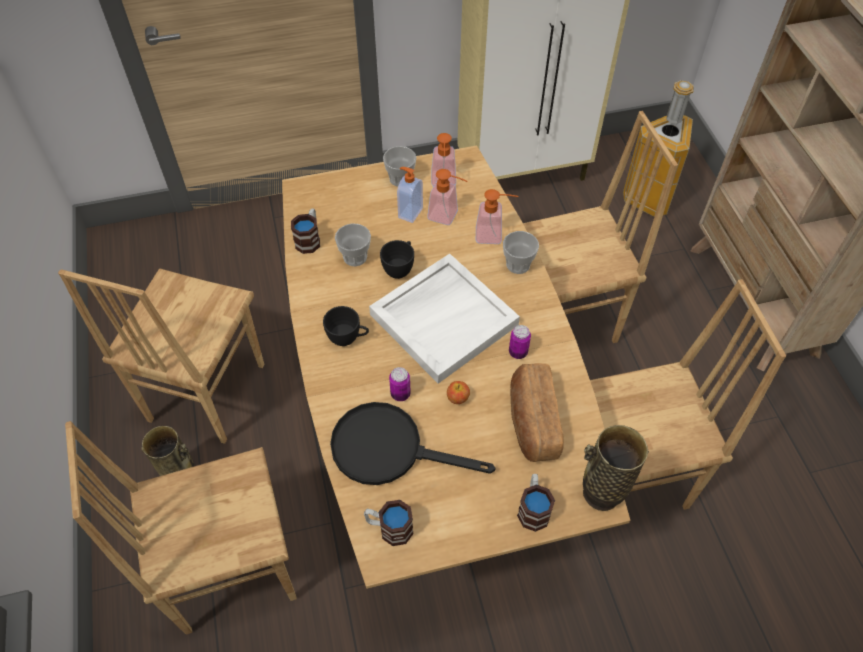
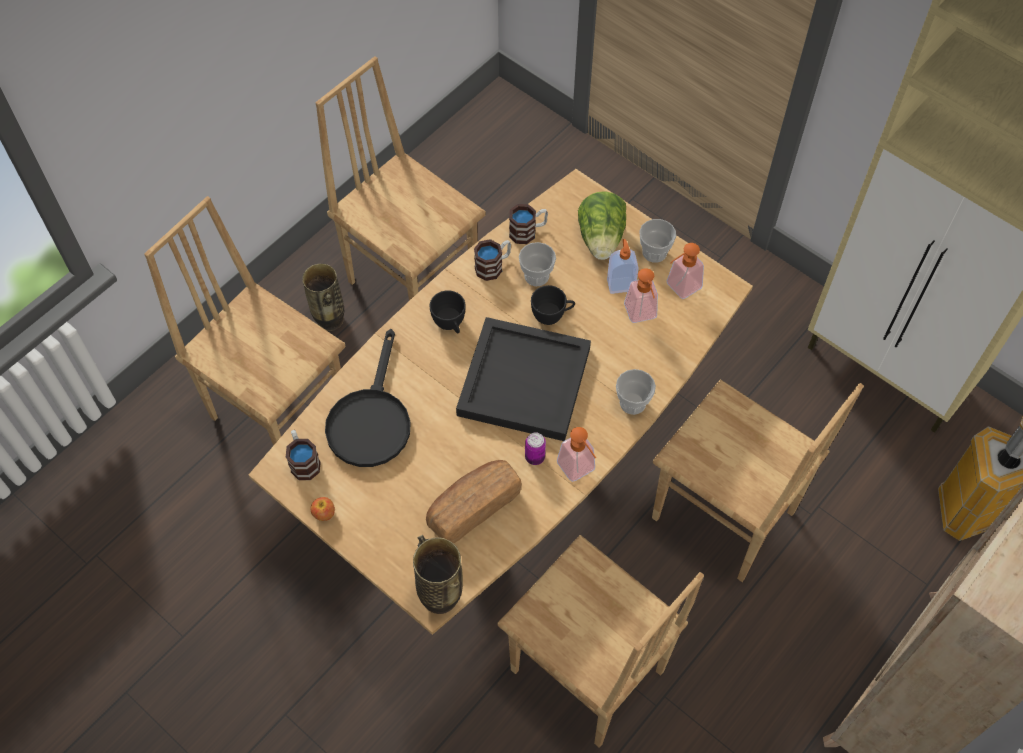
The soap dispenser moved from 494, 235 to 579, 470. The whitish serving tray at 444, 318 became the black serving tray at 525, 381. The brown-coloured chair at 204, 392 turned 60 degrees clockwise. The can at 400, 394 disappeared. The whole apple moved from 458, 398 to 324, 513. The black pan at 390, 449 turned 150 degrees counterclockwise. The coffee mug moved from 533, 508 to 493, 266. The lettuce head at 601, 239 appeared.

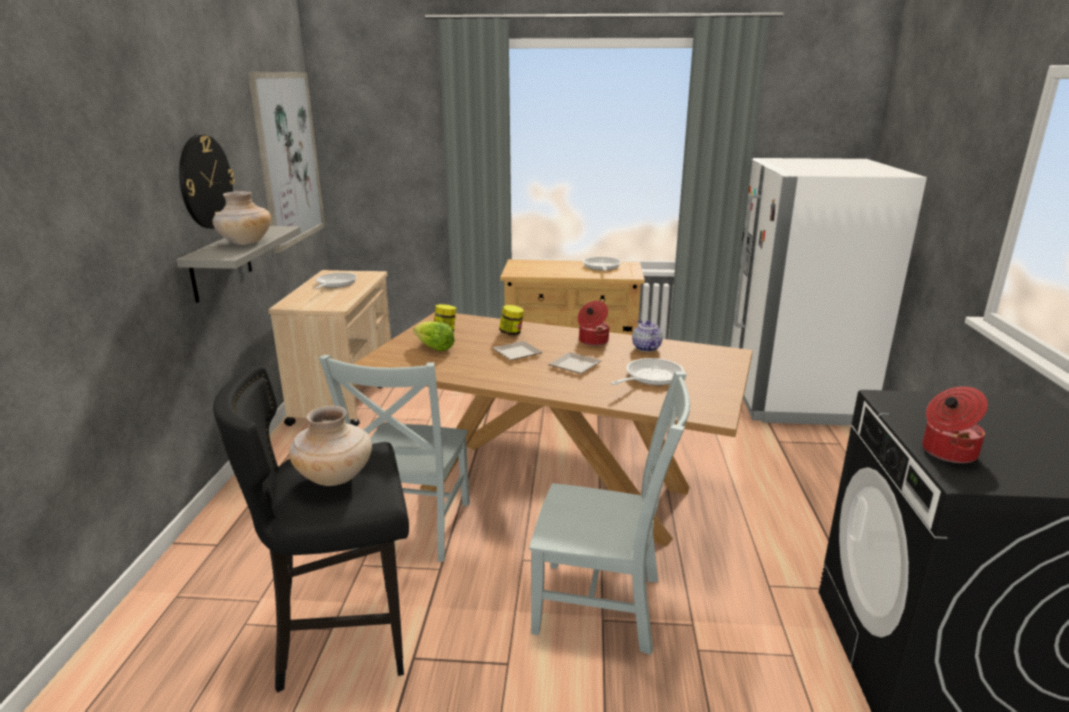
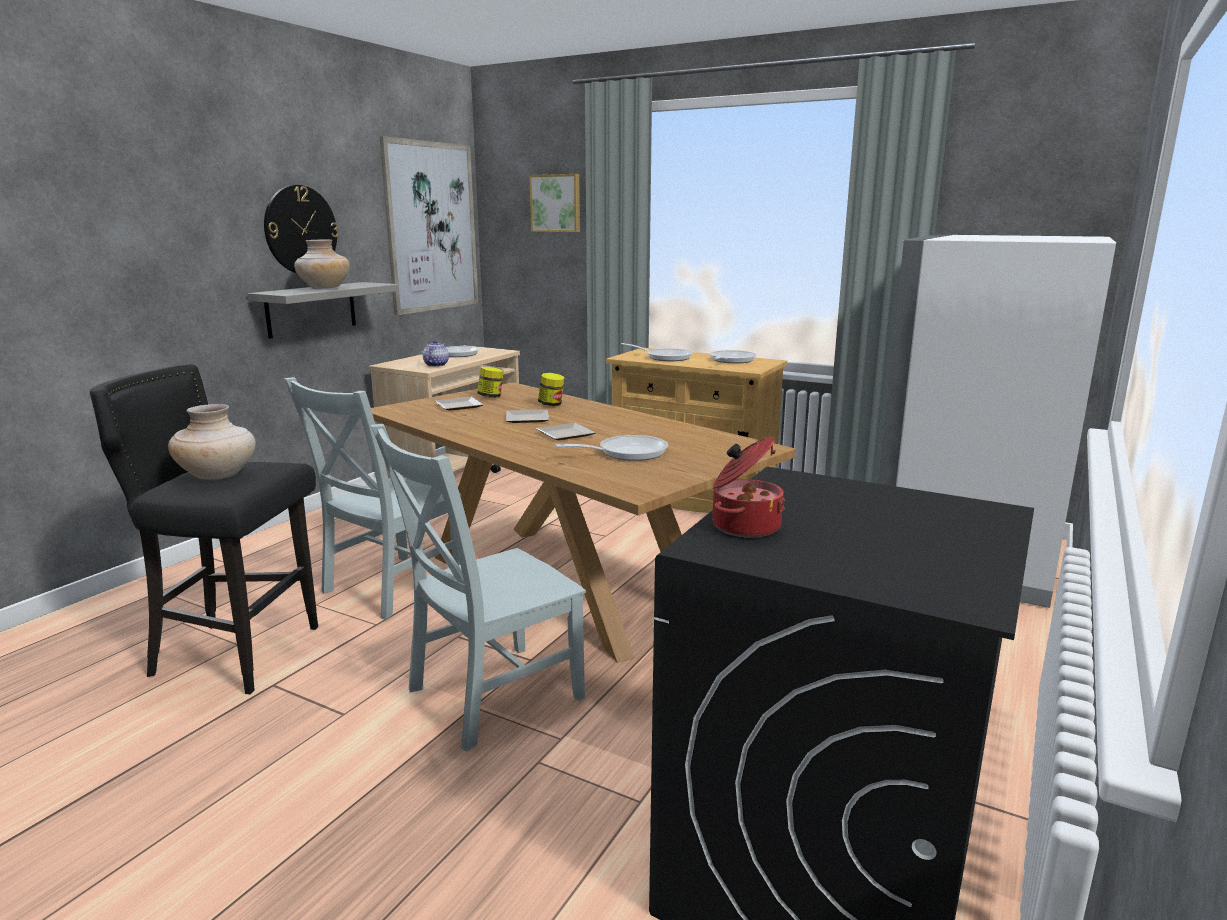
The stockpot at 592, 341 disappeared. The tea pot moved from 646, 348 to 436, 365. The lettuce head at 435, 348 was replaced by the flat dish at 458, 406. The grey chair at 604, 606 turned 105 degrees clockwise. The picture at 556, 203 appeared. The pan at 665, 357 appeared.

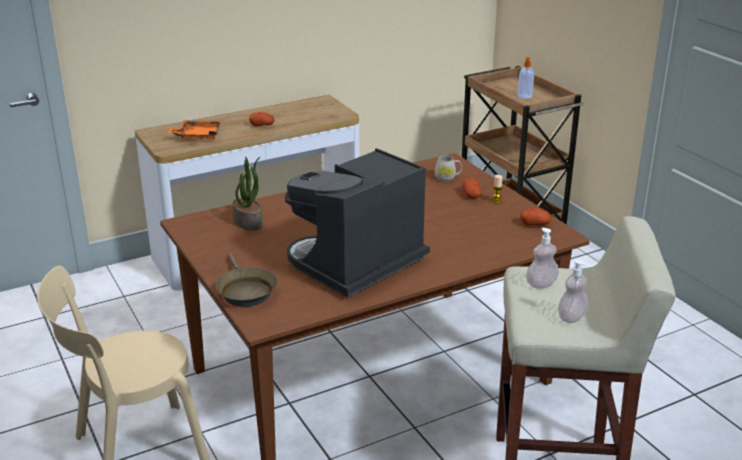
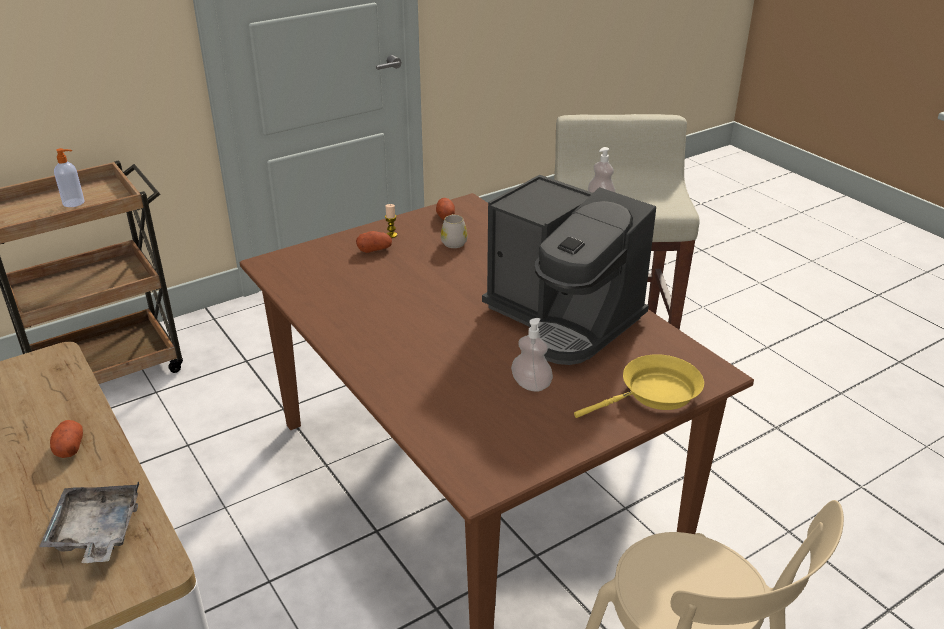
The orange-coloured serving tray at 197, 136 became the grey serving tray at 96, 532. The whitish coffee mug moved from 447, 178 to 453, 241. The houseplant at 249, 222 disappeared. The brown-coloured pan at 245, 291 became the yellow pan at 654, 394. The soap dispenser moved from 571, 317 to 531, 385.

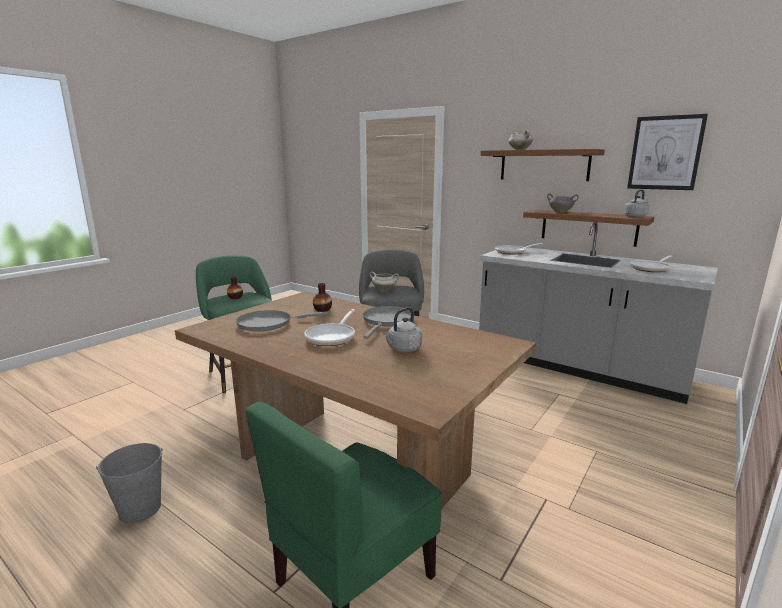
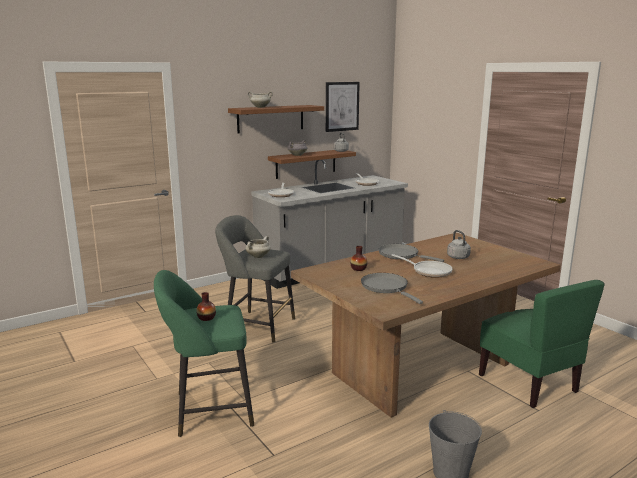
The grey pan at 268, 323 turned 150 degrees clockwise.

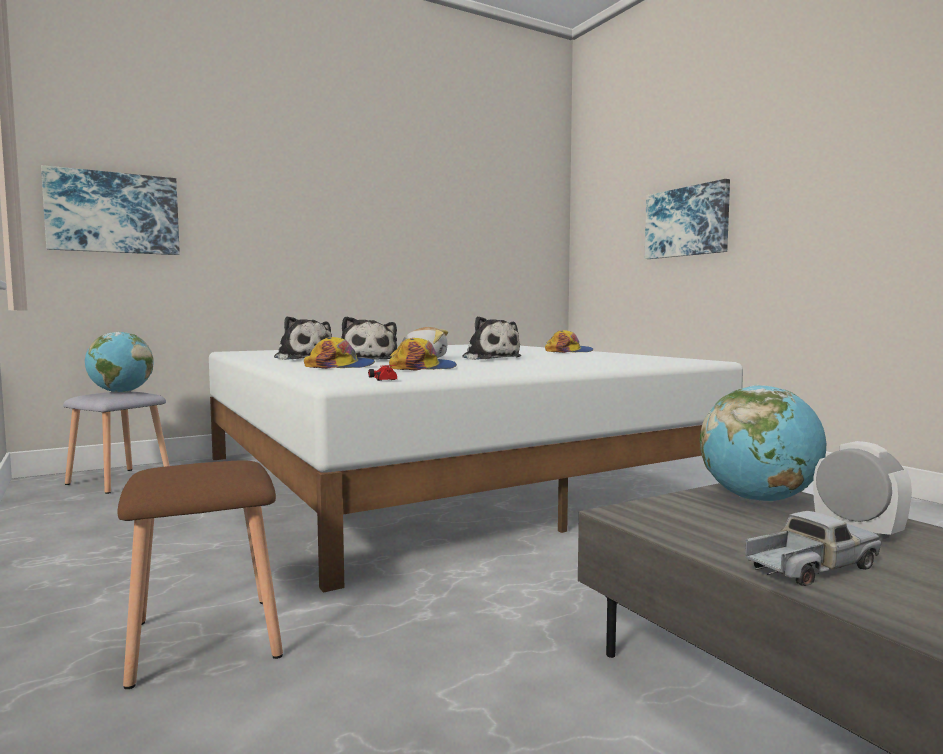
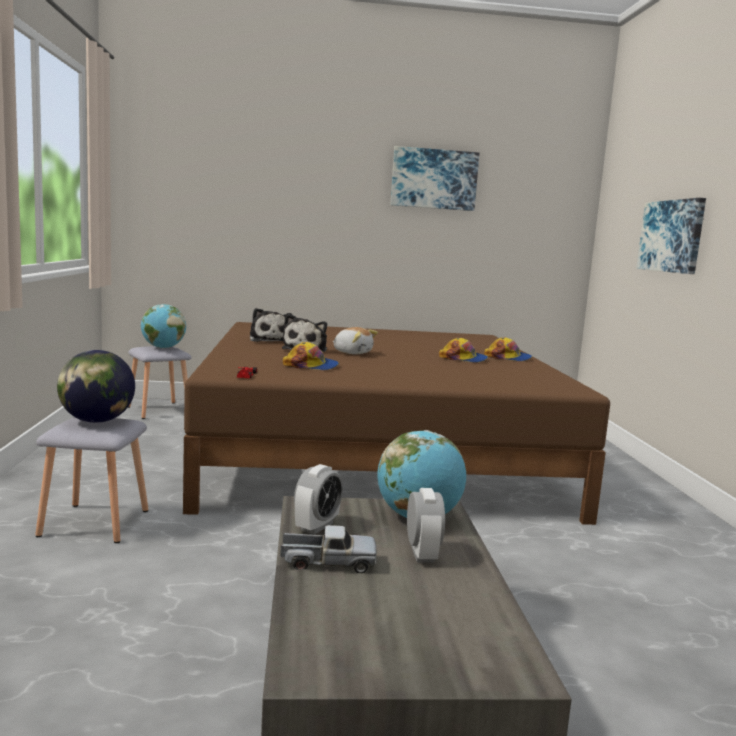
The picture moved from 113, 213 to 434, 179. The cuddly toy at 489, 358 disappeared. The peaked cap moved from 341, 366 to 464, 359. The whitish bedroom bed at 446, 476 became the brown-coloured bedroom bed at 375, 451. The brown-coloured sitting stool at 203, 638 became the grey sitting stool at 94, 522. The globe at 96, 421 appeared. The table clock at 317, 526 appeared.

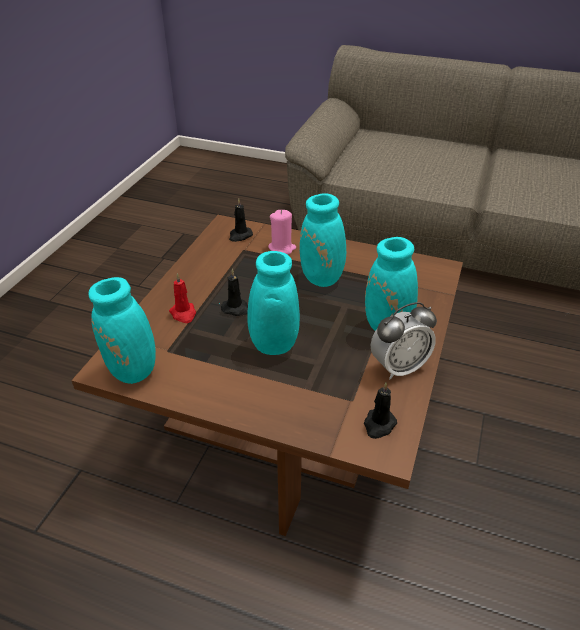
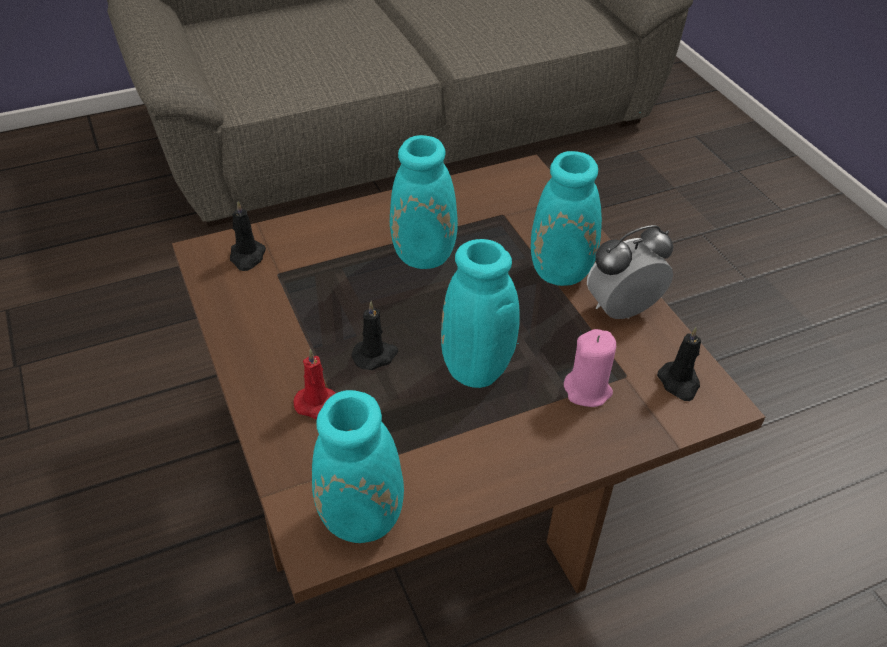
The pink wax light moved from 282, 248 to 588, 390. The table clock at 398, 367 turned 135 degrees counterclockwise.

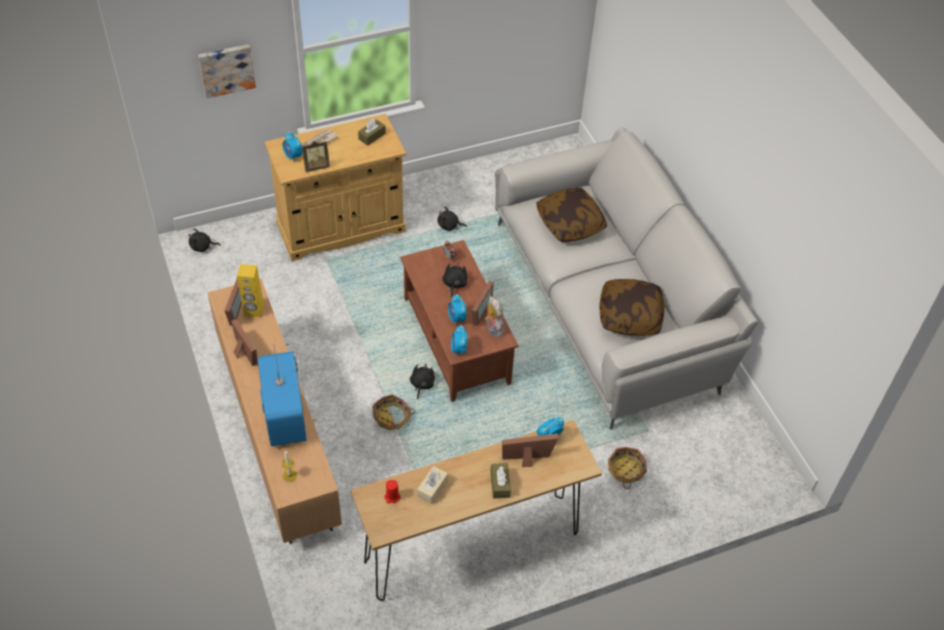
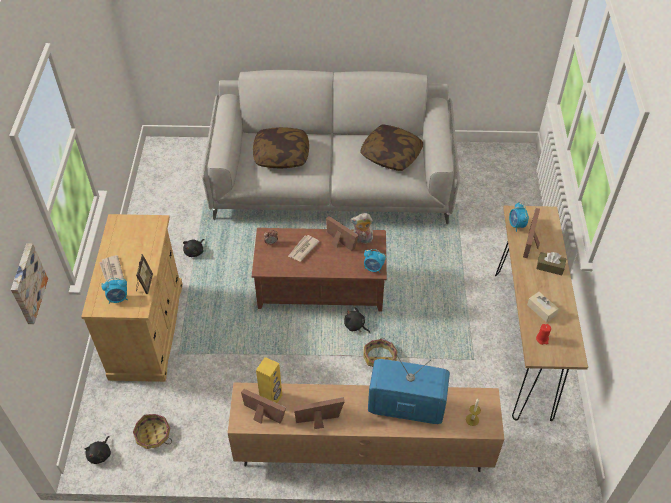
The brown-coloured tissue holder at 372, 136 disappeared. The black cuddly toy at 454, 284 was replaced by the newspaper at 303, 249. The table clock at 456, 318 disappeared. The storage basket moved from 625, 470 to 153, 435.

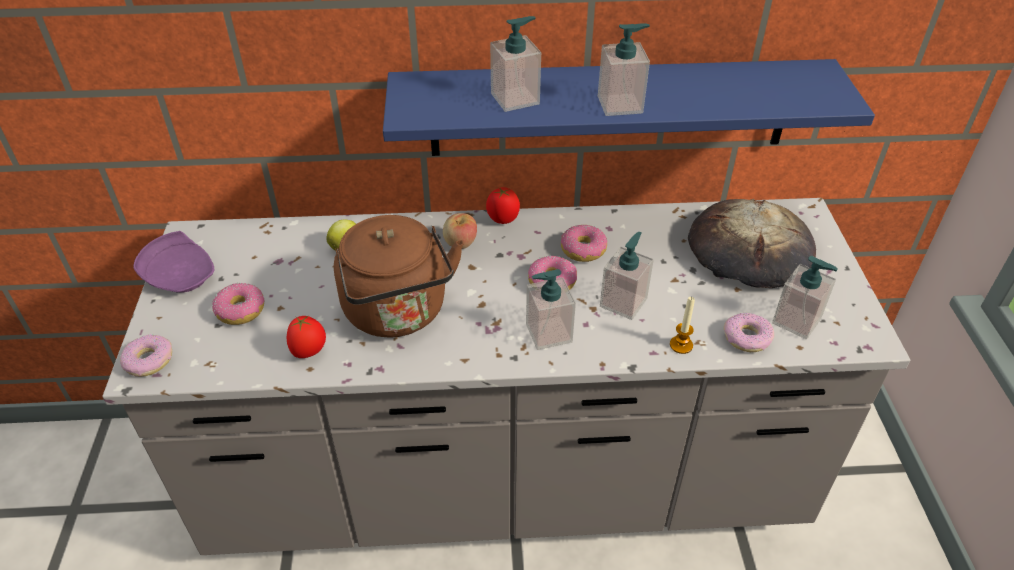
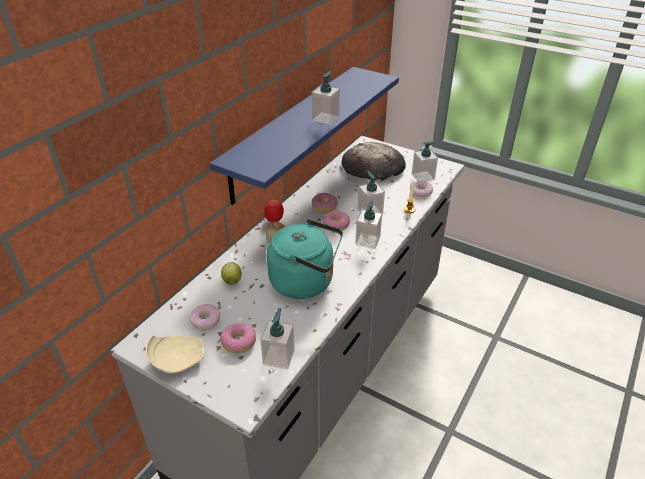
The soap dispenser moved from 515, 99 to 279, 357. The brown-coloured tea kettle at 398, 313 became the turquoise tea kettle at 306, 282. The purple flat dish at 182, 275 became the beige-coloured flat dish at 176, 359. The tomato at 309, 352 disappeared. The ring doughnut moved from 148, 361 to 205, 320.

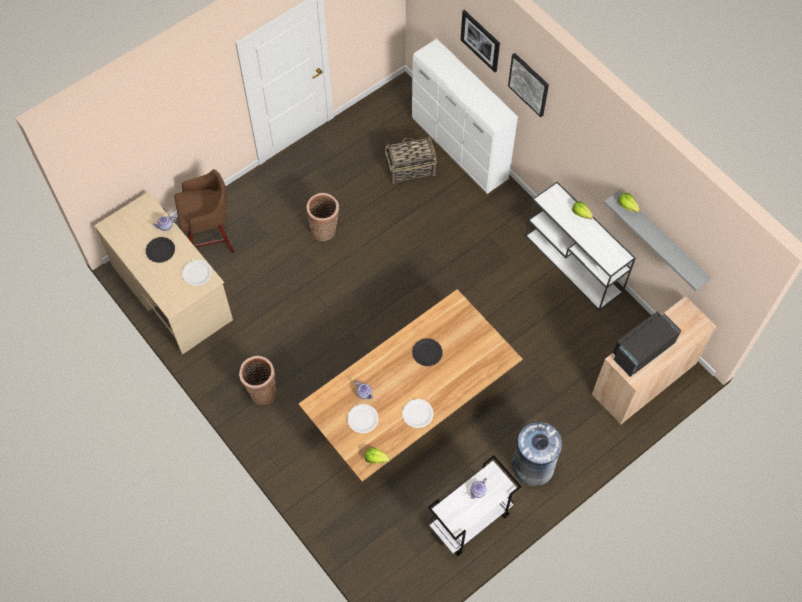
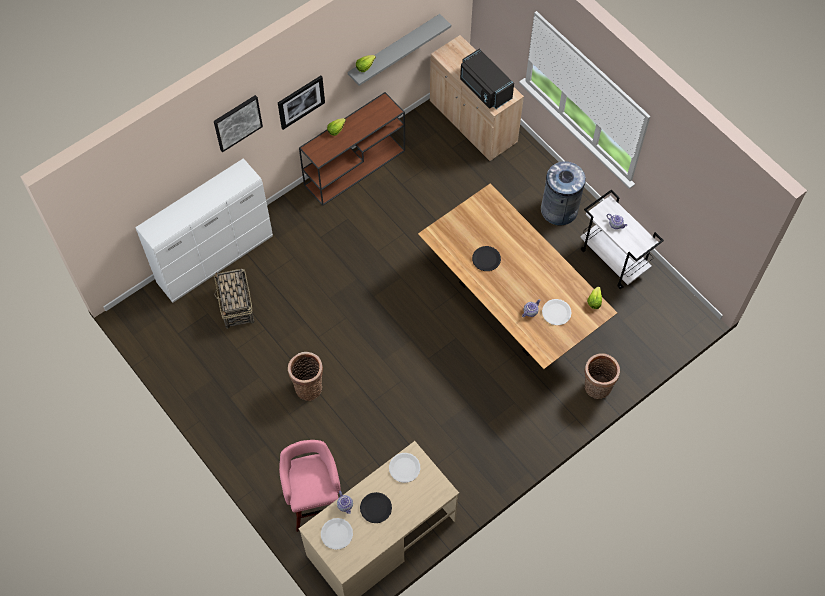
The picture moved from 480, 40 to 300, 101. The brown-coloured sitting stool at 211, 238 became the pink sitting stool at 314, 501. The whitish console table at 574, 264 became the brown-coloured console table at 355, 167. The storage basket moved from 261, 391 to 596, 388. The whitish flat dish moved from 417, 414 to 337, 534.

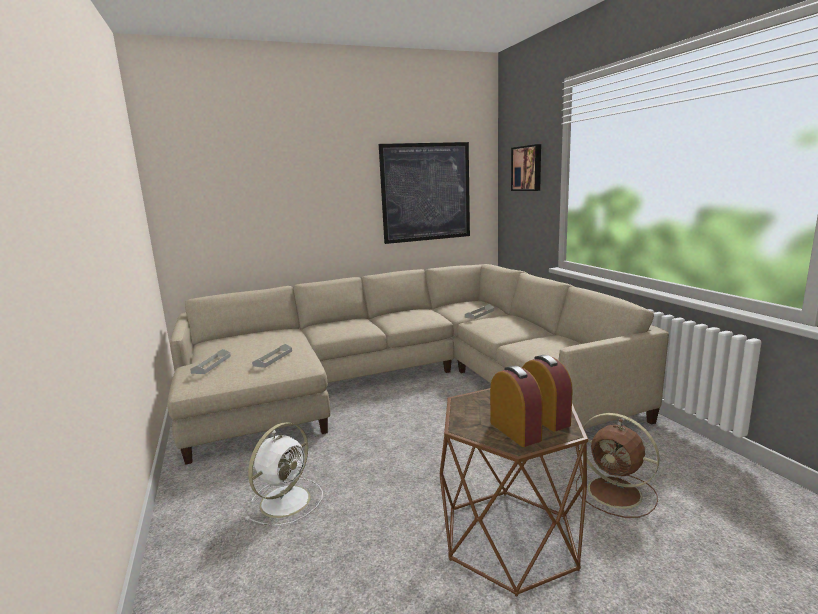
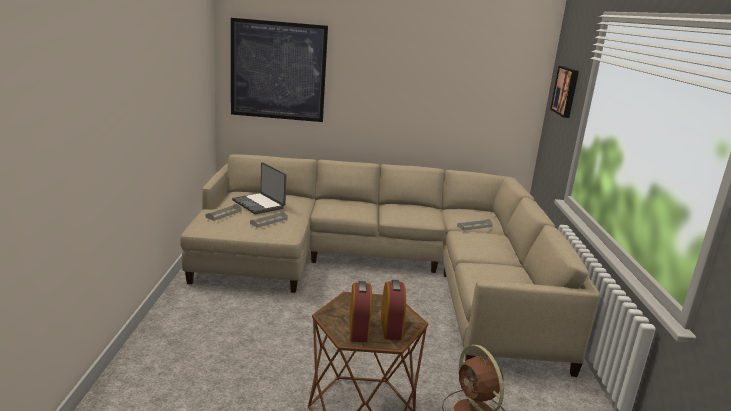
The picture moved from 426, 192 to 278, 71. The whitish cooling fan at 287, 500 disappeared. The laptop at 259, 204 appeared.

